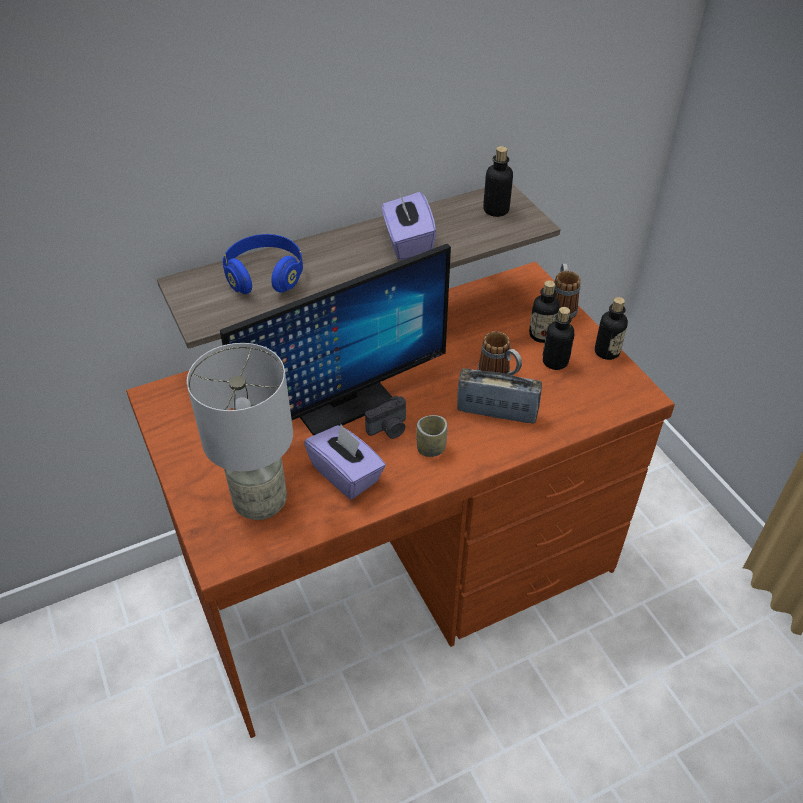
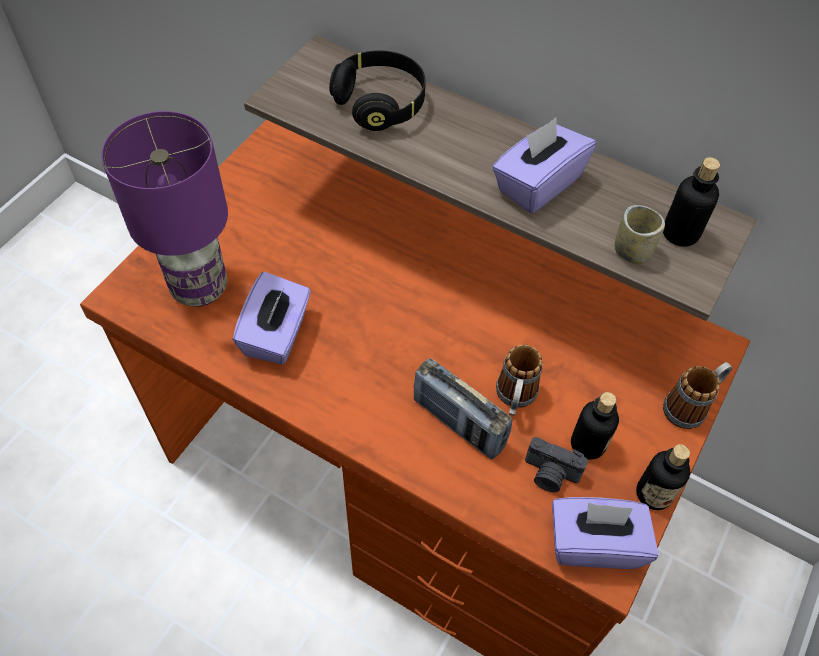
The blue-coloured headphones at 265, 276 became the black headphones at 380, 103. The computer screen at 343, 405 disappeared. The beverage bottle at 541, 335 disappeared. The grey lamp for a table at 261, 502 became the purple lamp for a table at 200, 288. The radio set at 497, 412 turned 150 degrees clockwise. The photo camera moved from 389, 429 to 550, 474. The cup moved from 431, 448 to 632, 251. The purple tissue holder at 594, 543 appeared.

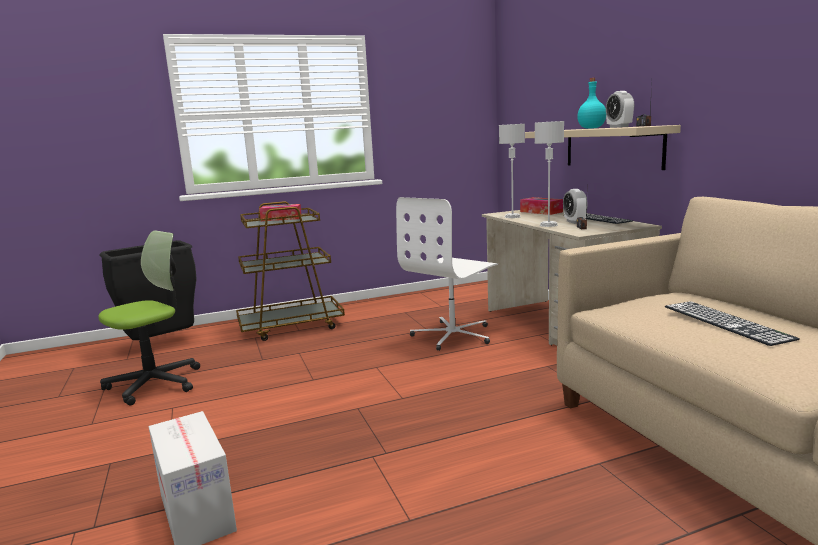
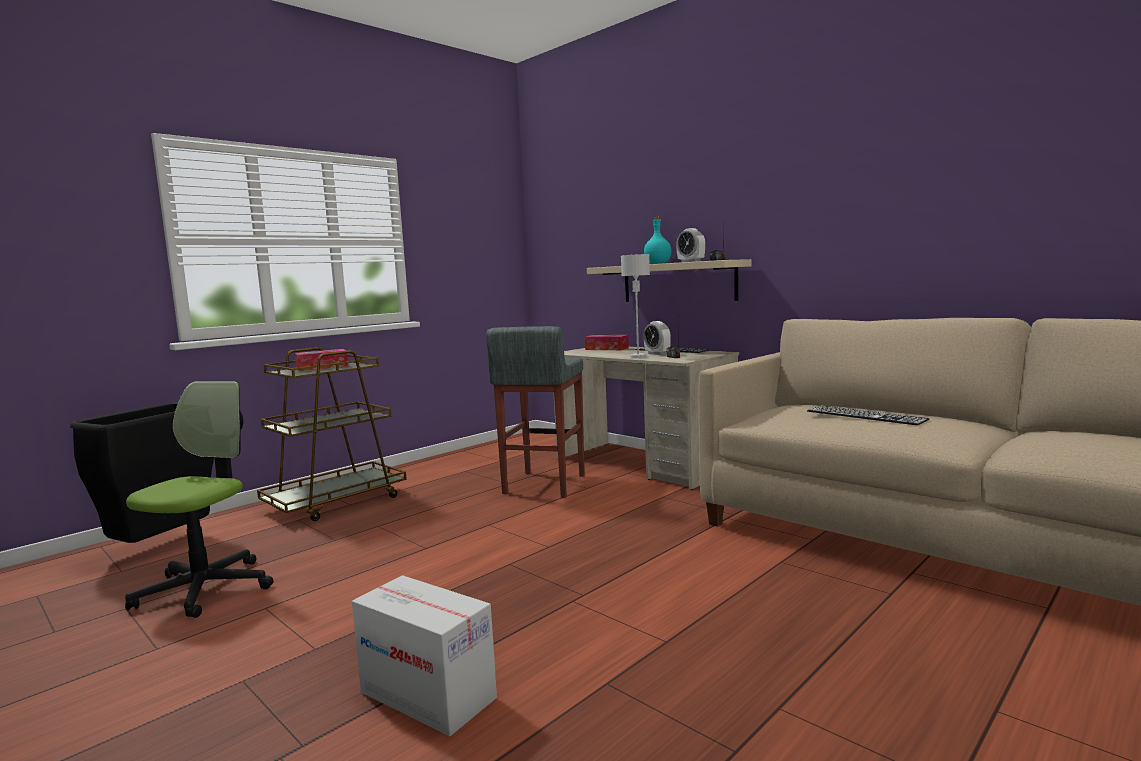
The grey lamp for a table at 512, 217 disappeared. The whitish desk chair at 453, 335 was replaced by the grey sitting stool at 543, 484.

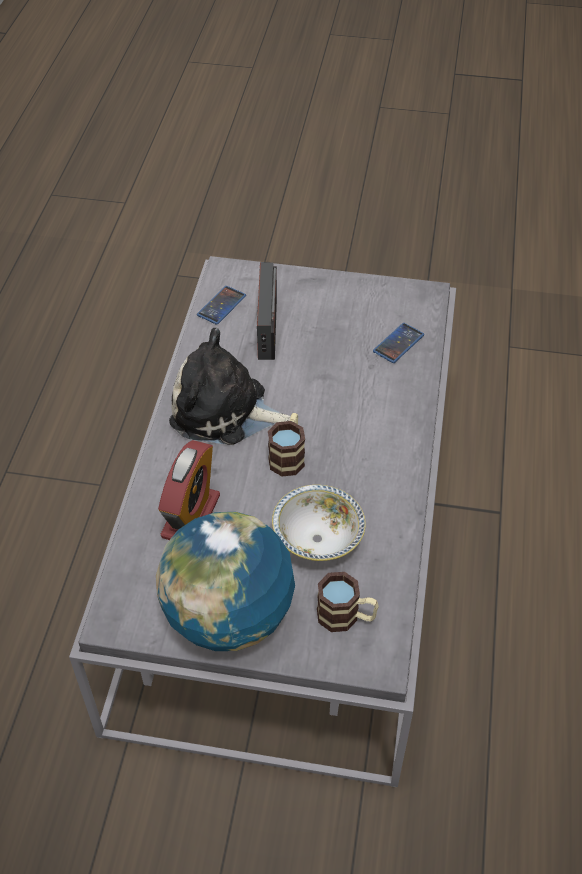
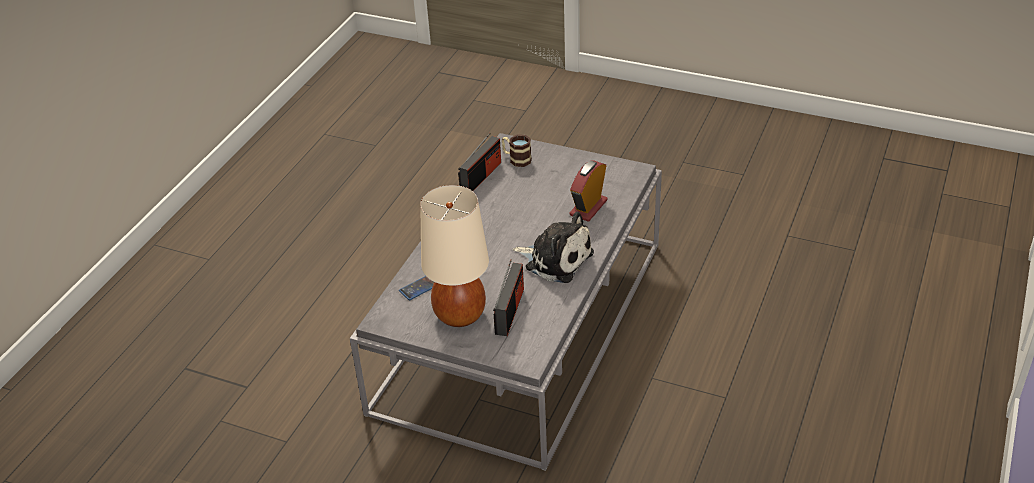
The phone at 221, 305 disappeared. The coffee mug at 288, 455 disappeared. The deep dish at 318, 539 disappeared. The globe at 229, 616 disappeared. The radio set at 481, 177 appeared. The beige-coloured lamp for a table at 459, 315 appeared.

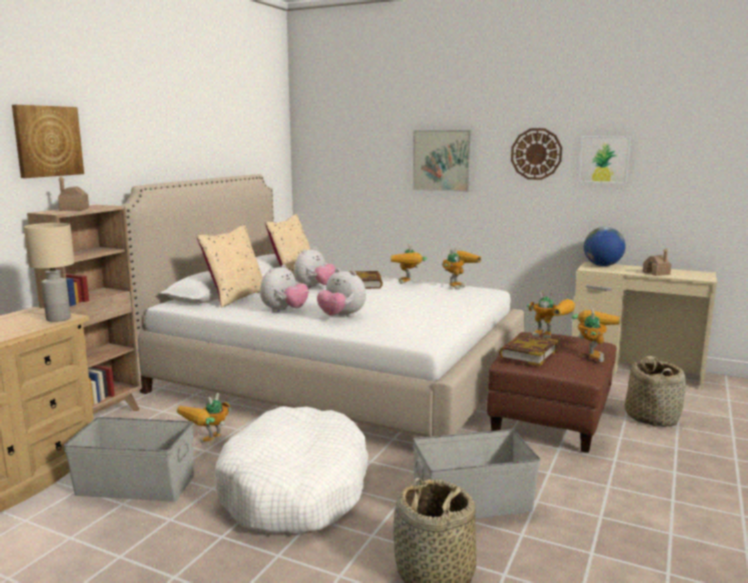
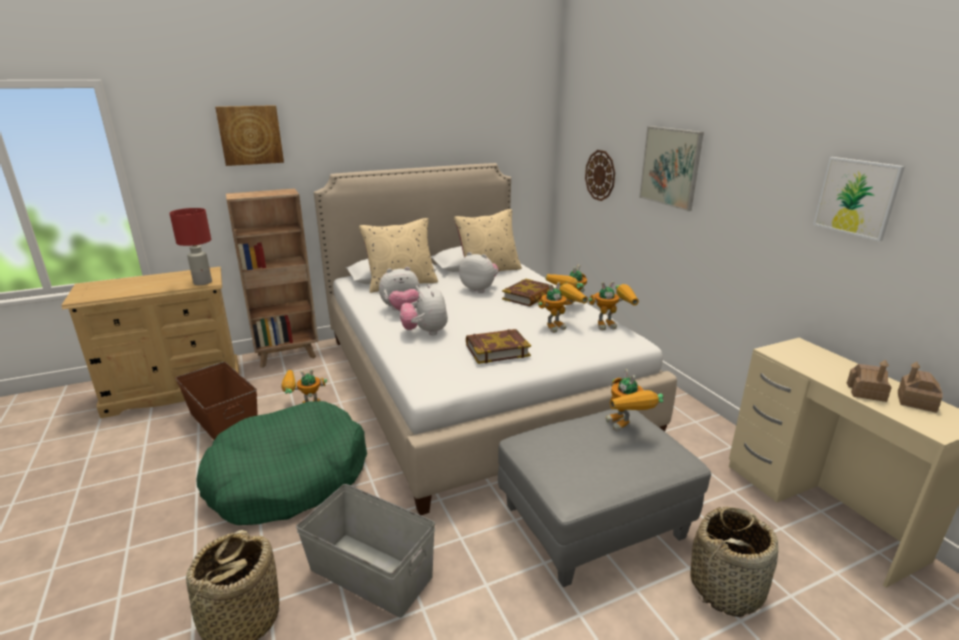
The clock on the wall moved from 536, 154 to 600, 175. The model house moved from 74, 209 to 916, 401. The beige-coloured lamp for a table at 58, 319 became the red lamp for a table at 202, 282. The globe at 602, 265 disappeared. The cuddly toy at 314, 287 turned 135 degrees counterclockwise. The toy robot moved from 591, 355 to 559, 325. The brown-coloured pouffe at 550, 420 became the grey pouffe at 593, 522. The book moved from 528, 354 to 497, 350. The whitish dog cushion at 295, 489 became the green dog cushion at 288, 477. The grey storage bin at 135, 485 became the brown-coloured storage bin at 224, 421.

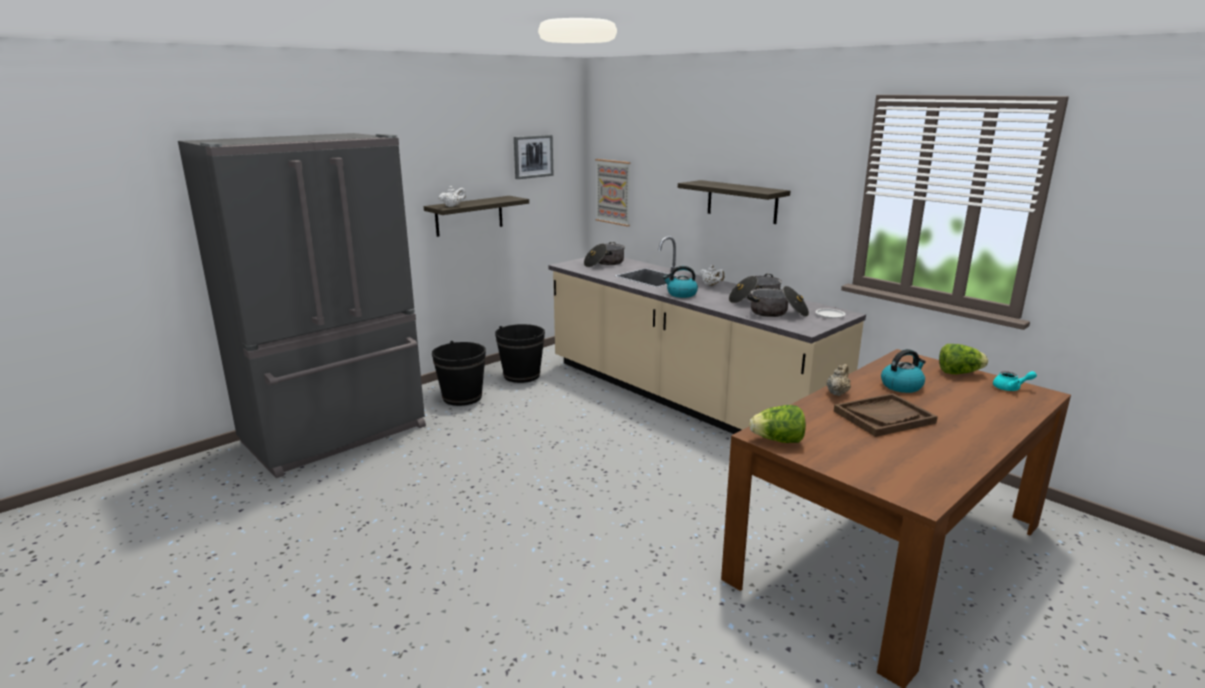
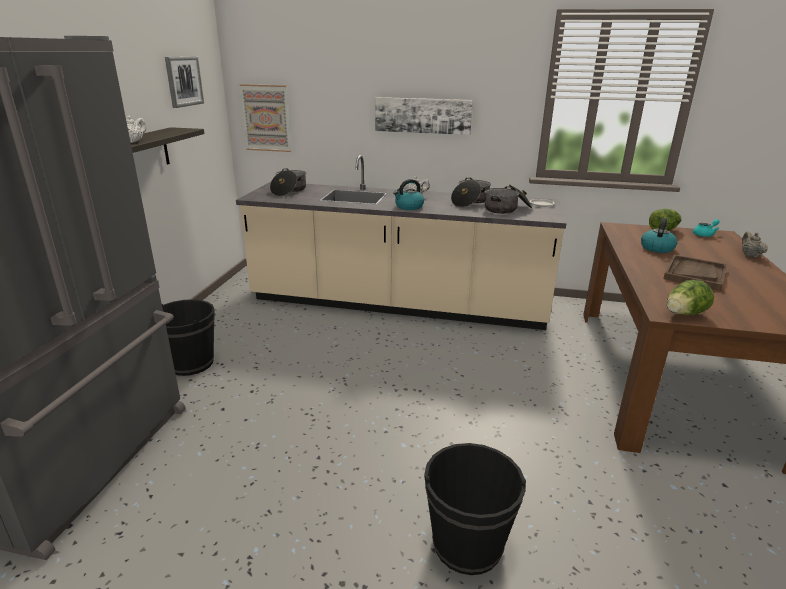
The bracket shelf at 742, 201 was replaced by the picture at 423, 115. The black bucket moved from 521, 375 to 467, 544. The beige-coloured tea pot moved from 837, 393 to 749, 255.

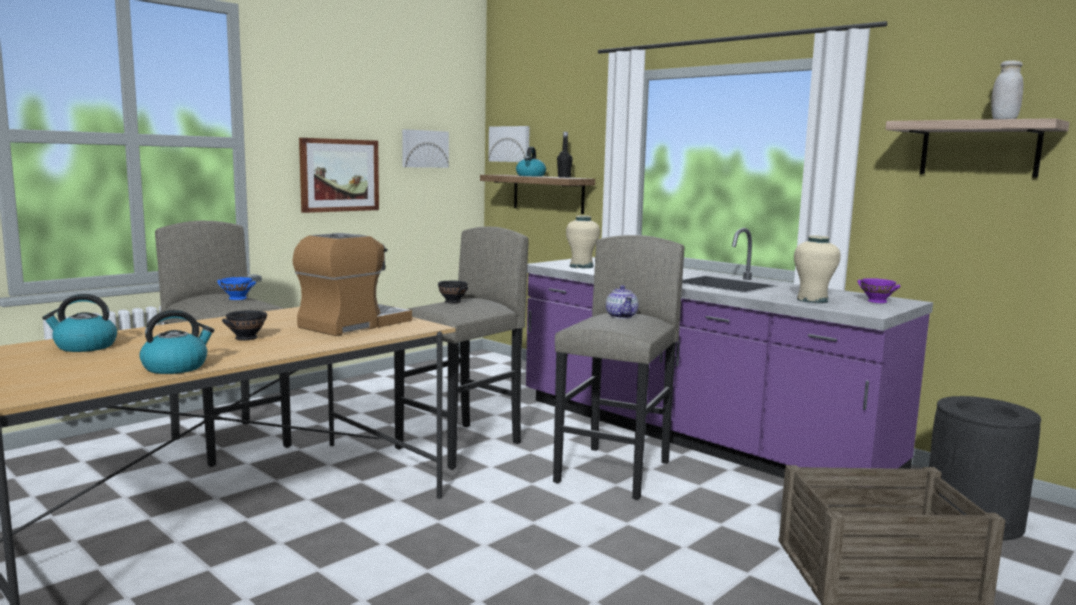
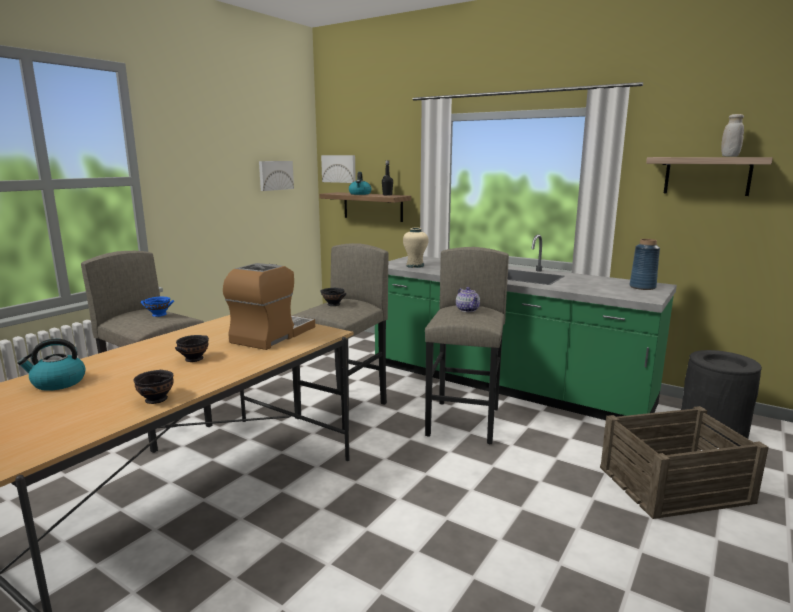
The picture at 339, 175 disappeared. The purple counter at 694, 436 became the green counter at 505, 385. The beige-coloured decorative vase at 812, 300 disappeared. The purple deep dish at 877, 301 was replaced by the blue-coloured decorative vase at 642, 287. The tea kettle at 176, 367 was replaced by the black deep dish at 155, 400.

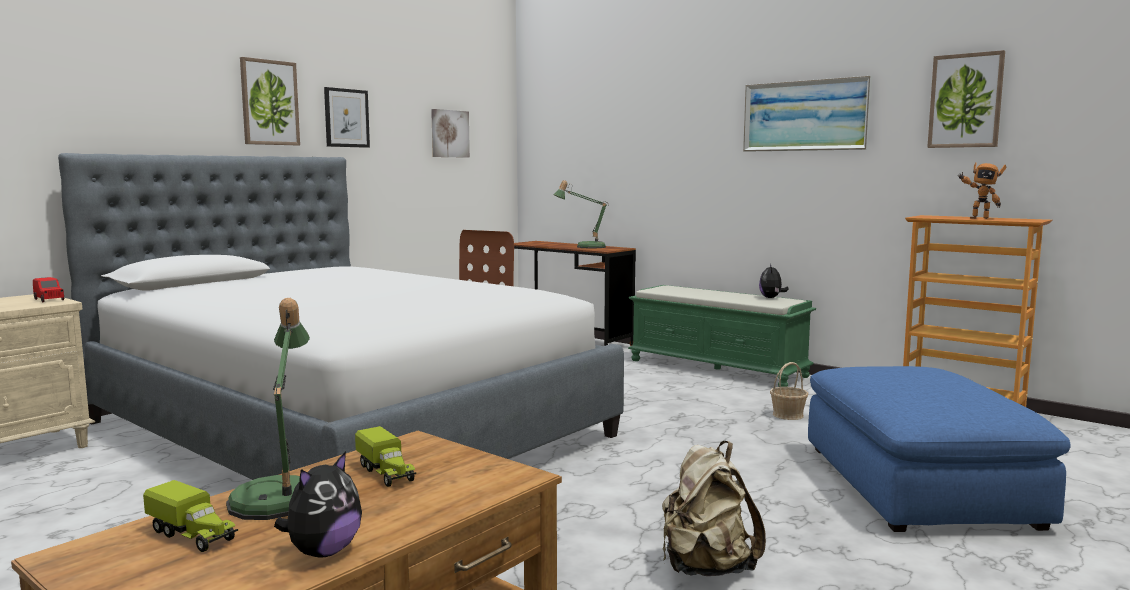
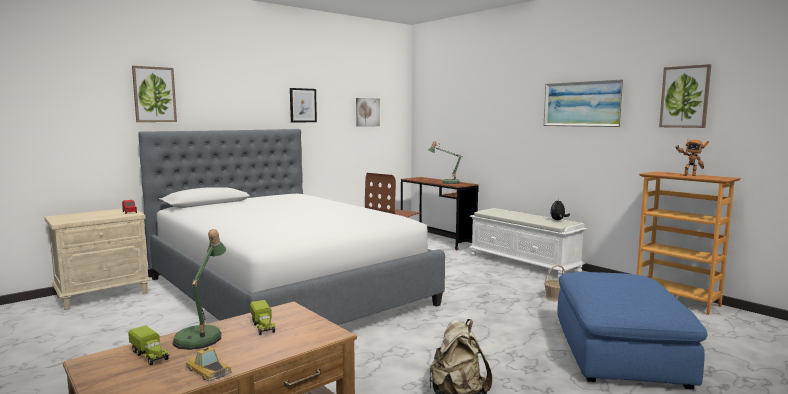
The picture moved from 269, 102 to 154, 94. The green indoor bench at 718, 368 became the whitish indoor bench at 524, 263. The cuddly toy at 323, 552 was replaced by the miniature car at 208, 370.

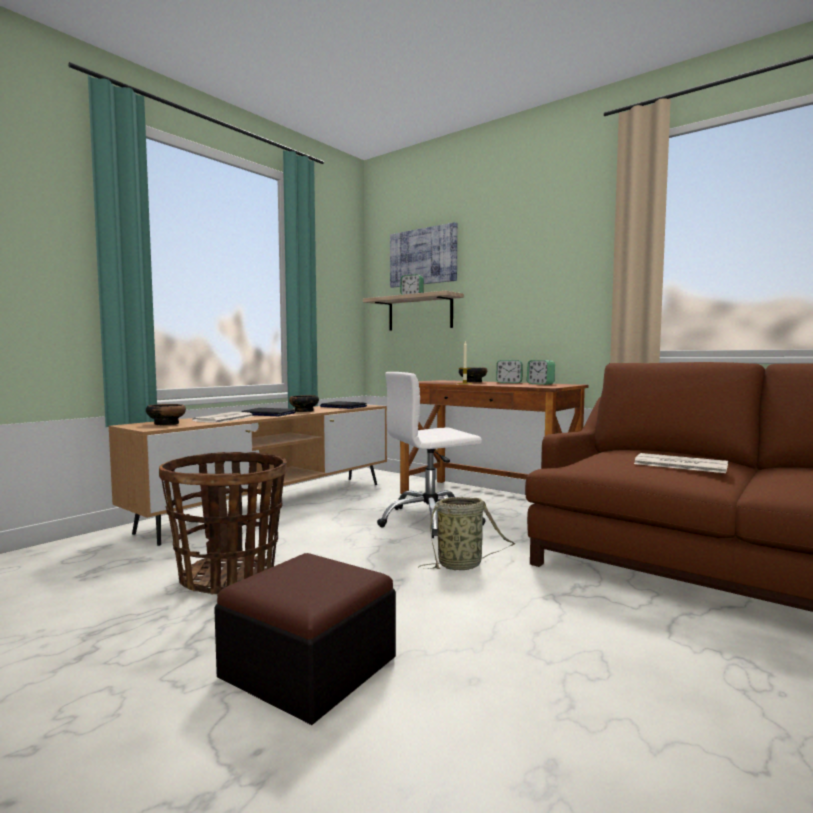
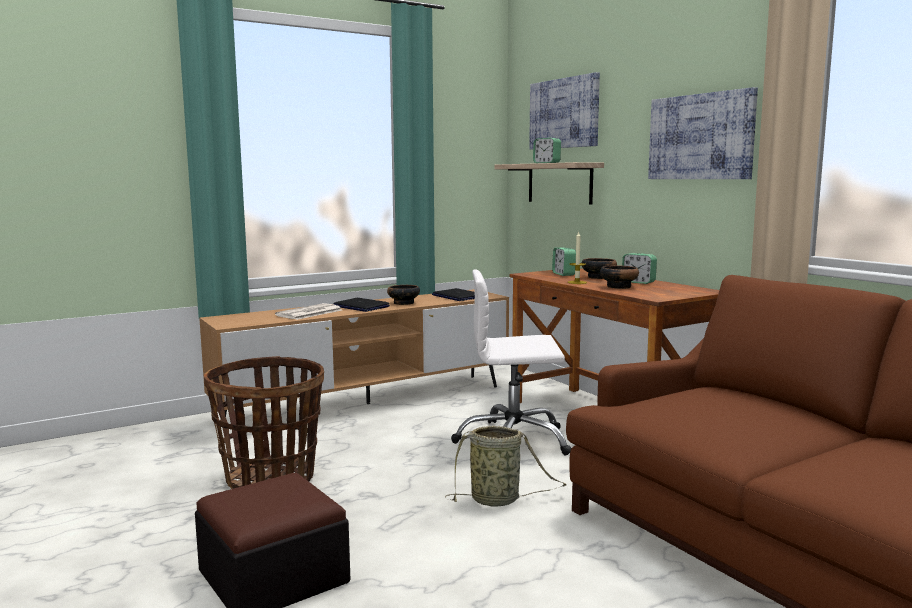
The table clock moved from 540, 384 to 563, 274. The deep dish moved from 166, 424 to 618, 287. The newspaper at 679, 464 disappeared. The picture at 700, 137 appeared.

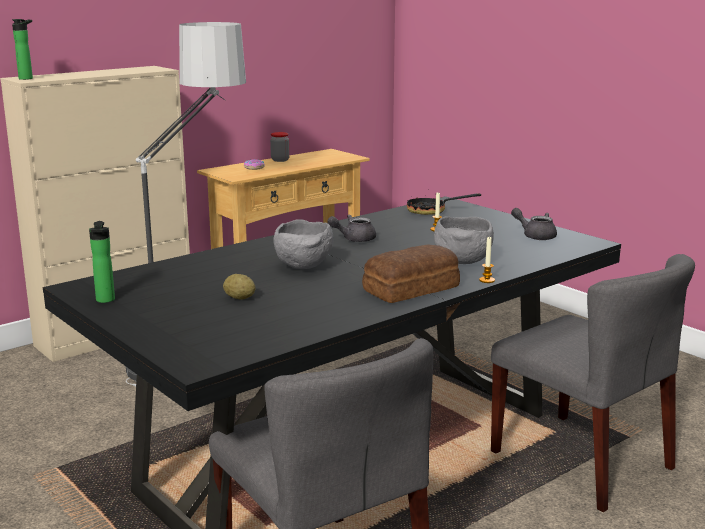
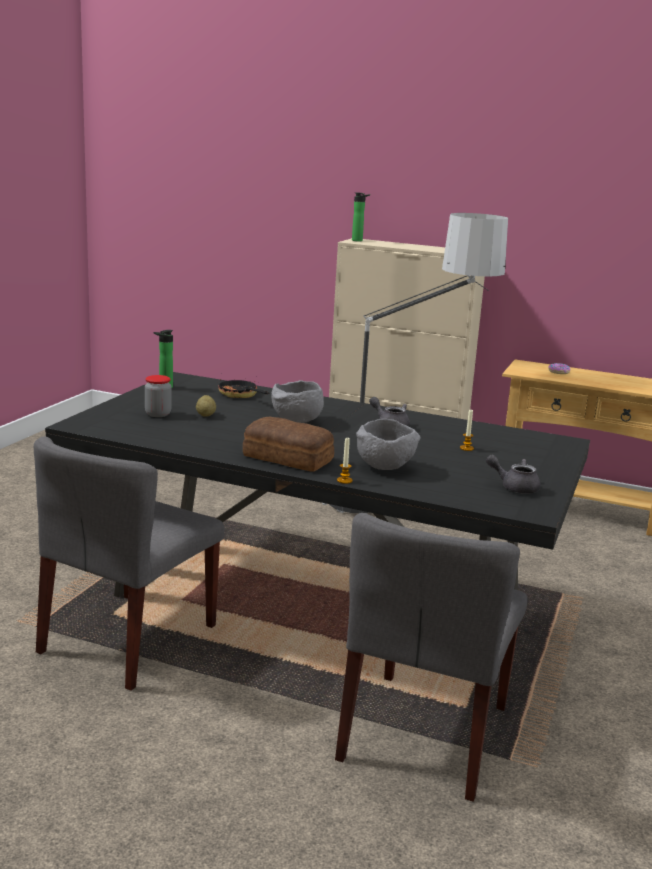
The preserve jar moved from 280, 160 to 158, 414. The pan moved from 432, 211 to 241, 395. The grey tea pot at 535, 236 turned 75 degrees counterclockwise.

